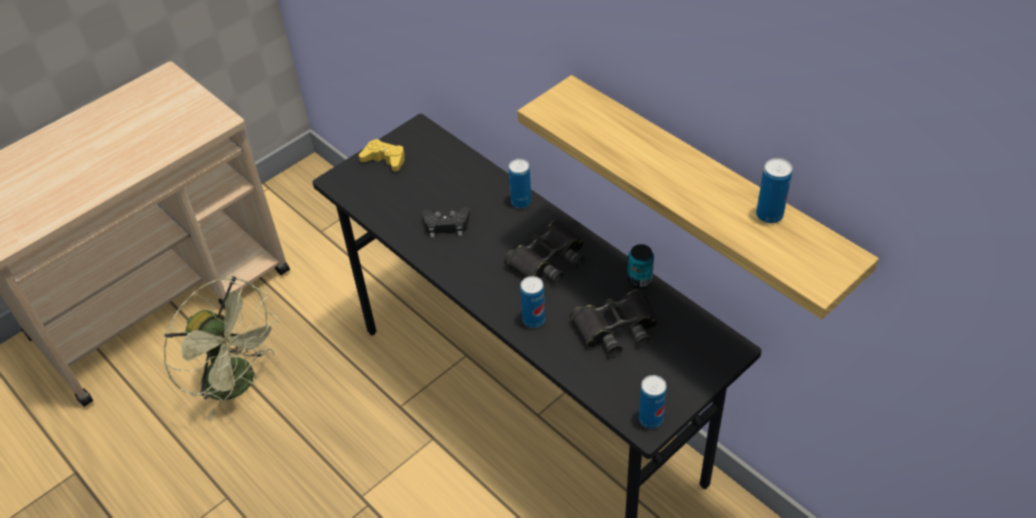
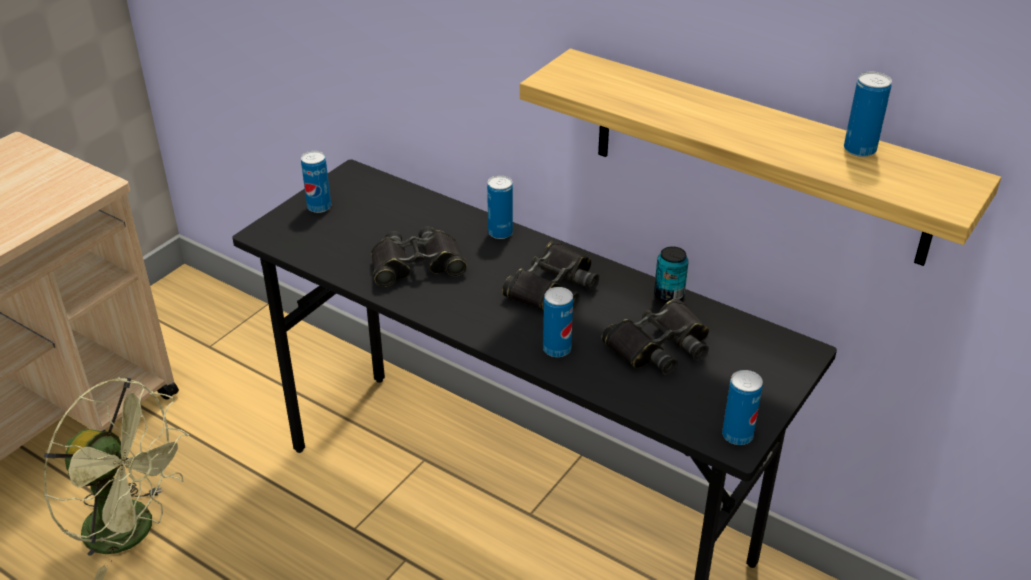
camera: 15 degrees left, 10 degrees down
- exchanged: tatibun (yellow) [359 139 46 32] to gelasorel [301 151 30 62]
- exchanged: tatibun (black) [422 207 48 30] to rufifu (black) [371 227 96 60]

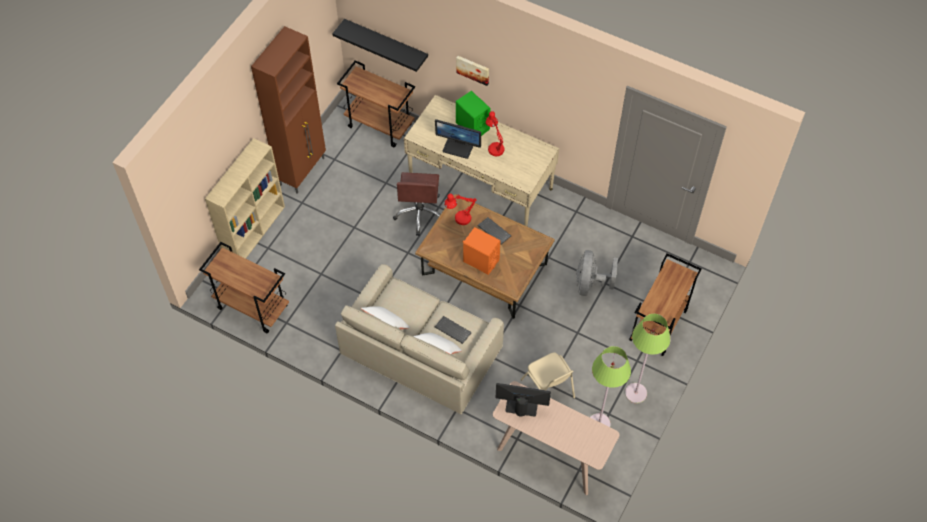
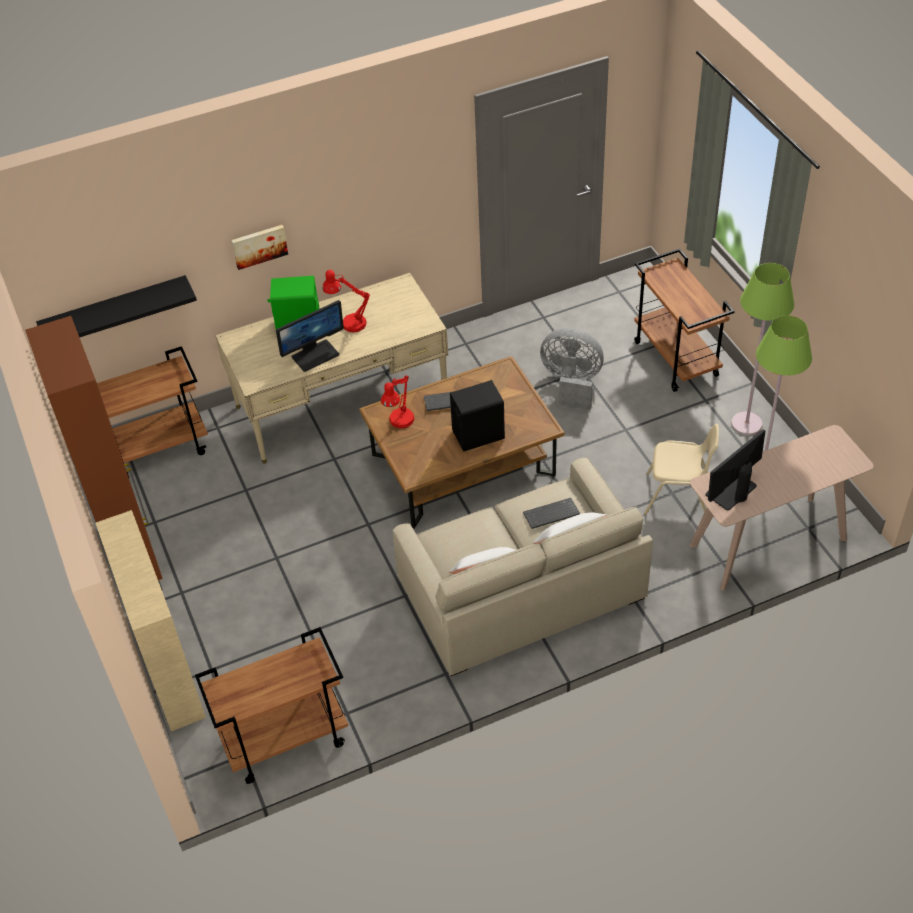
camera: 50 degrees left, 10 degrees down
- missing: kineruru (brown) [393 172 48 64]
- colour: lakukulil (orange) [463 227 38 48] to lakukulil (black) [450 380 55 72]
- spun: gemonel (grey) [576 250 42 46] = [540 328 64 82] 150 degrees clockwise

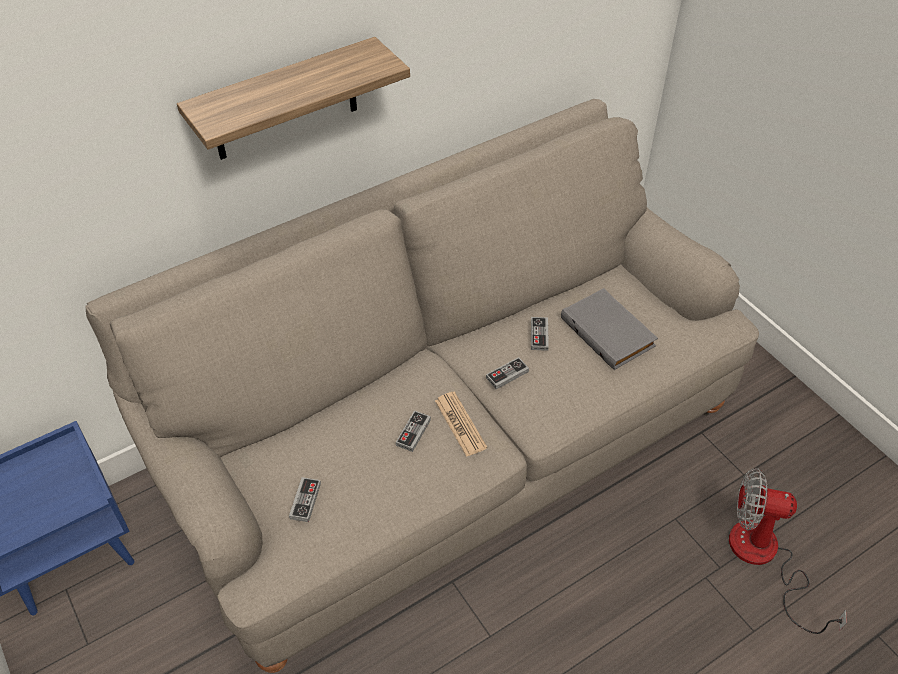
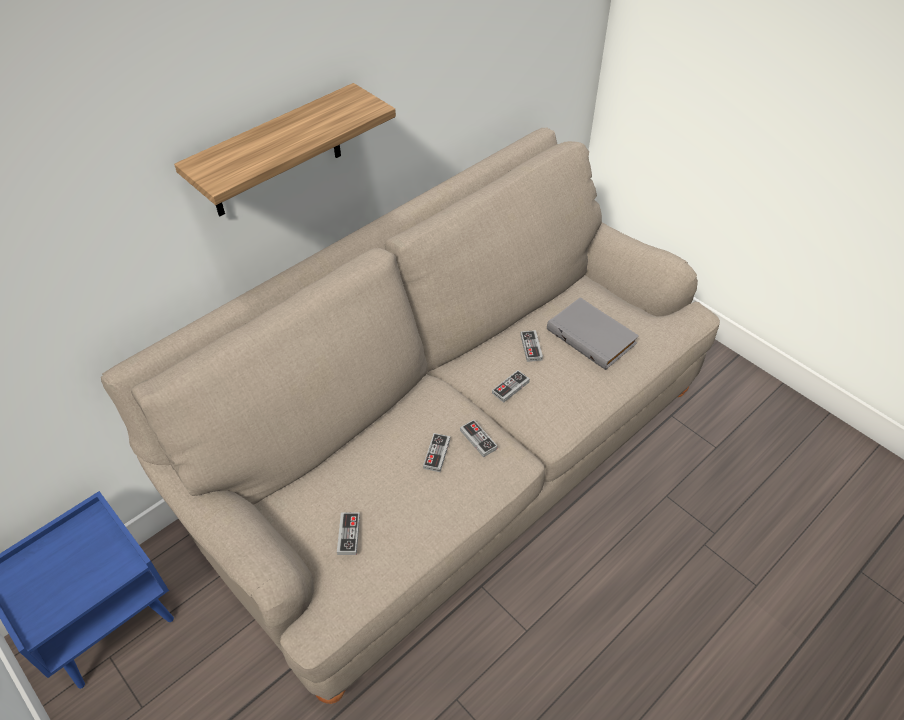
camera: 10 degrees left, 0 degrees up
- exchanged: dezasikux [435 392 52 65] to tatibun [460 420 38 38]
- missing: gemonel [729 468 118 166]

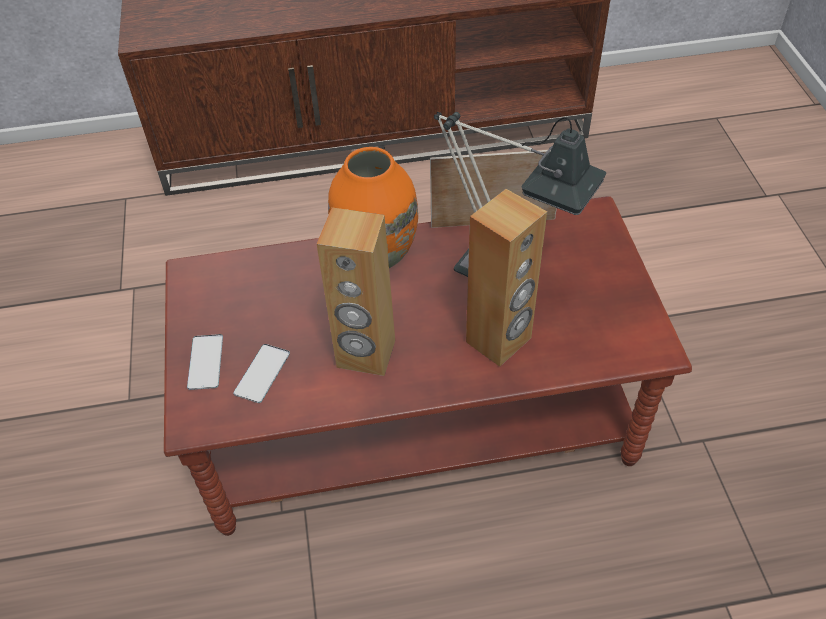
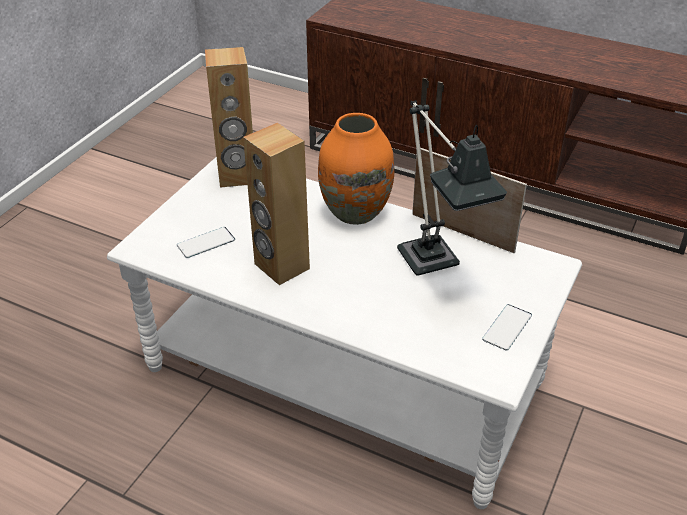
camera: 35 degrees right, 10 degrees down
- colour: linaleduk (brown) [164 196 528 340] to linaleduk (white) [107 157 475 352]
- relocated: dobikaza [187 334 36 56] to [482 304 50 47]
- relocated: lakukulil (brown) [466 189 81 178] to [205 47 48 141]

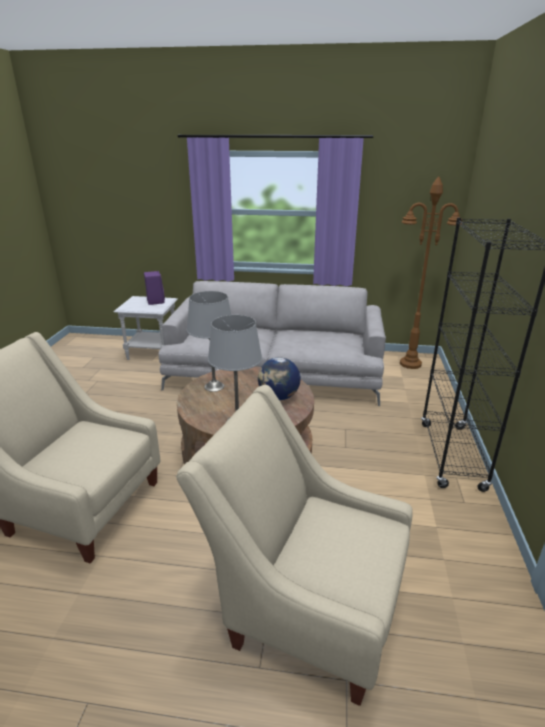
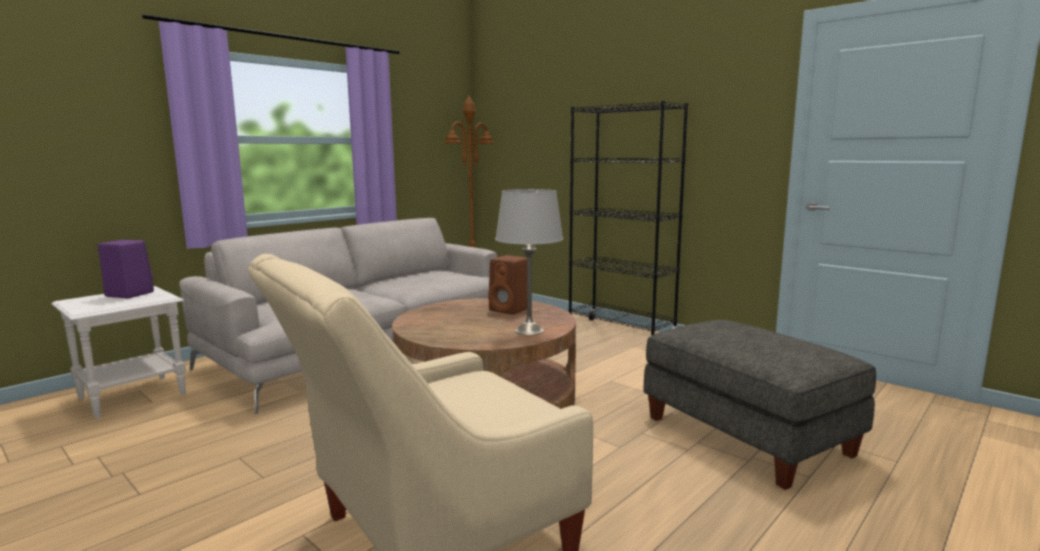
camera: 55 degrees left, 15 degrees down
- exchanged: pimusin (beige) [176 385 237 321] to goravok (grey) [643 320 233 170]
- missing: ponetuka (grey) [187 291 45 101]
- exchanged: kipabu [258 357 43 43] to lakukulil (brown) [488 255 39 60]

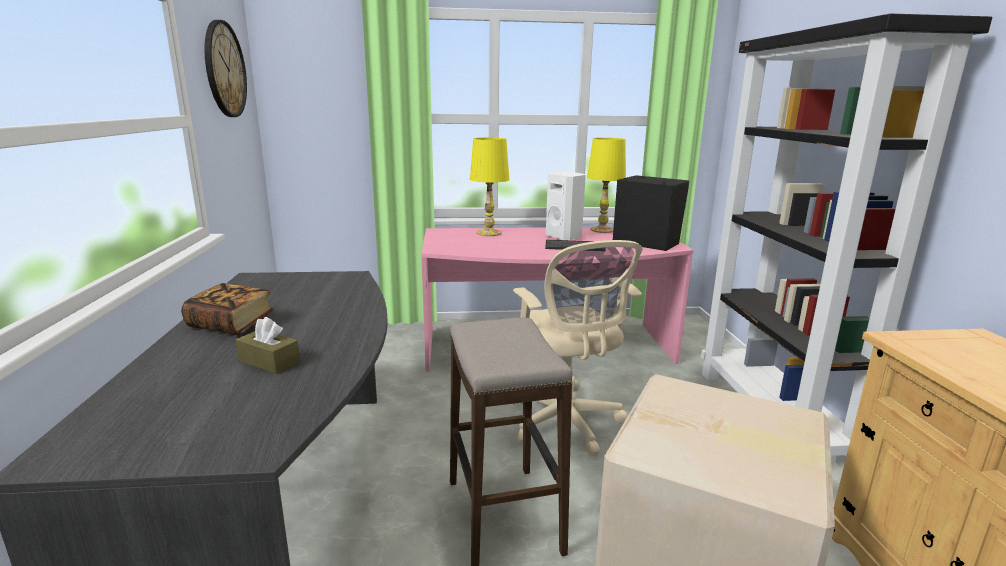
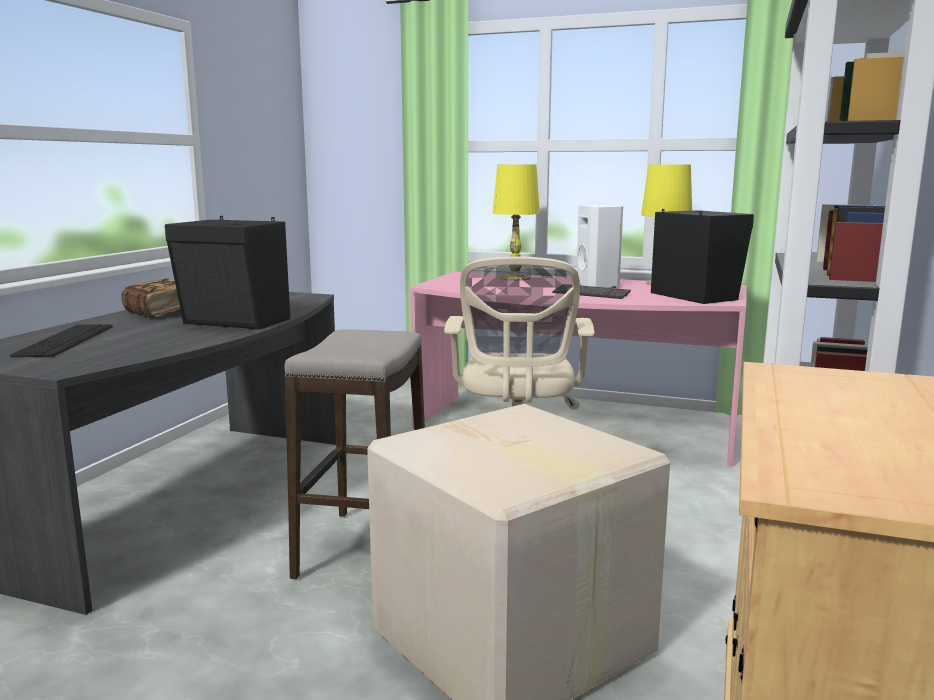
camera: 25 degrees right, 5 degrees down
- missing: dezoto [205 20 42 97]
- missing: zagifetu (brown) [236 317 64 57]
- appeared: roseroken [10 324 103 33]
- appeared: lakukulil (black) [165 216 125 113]

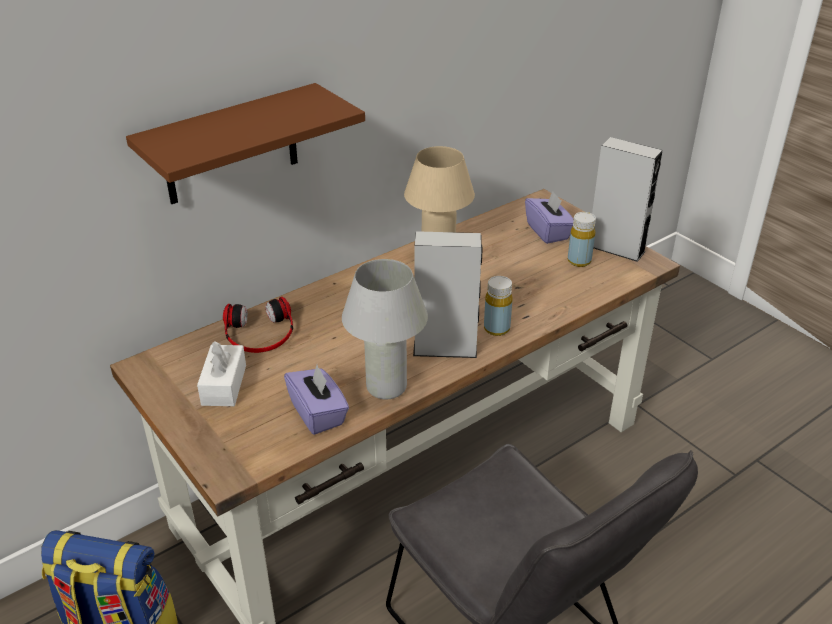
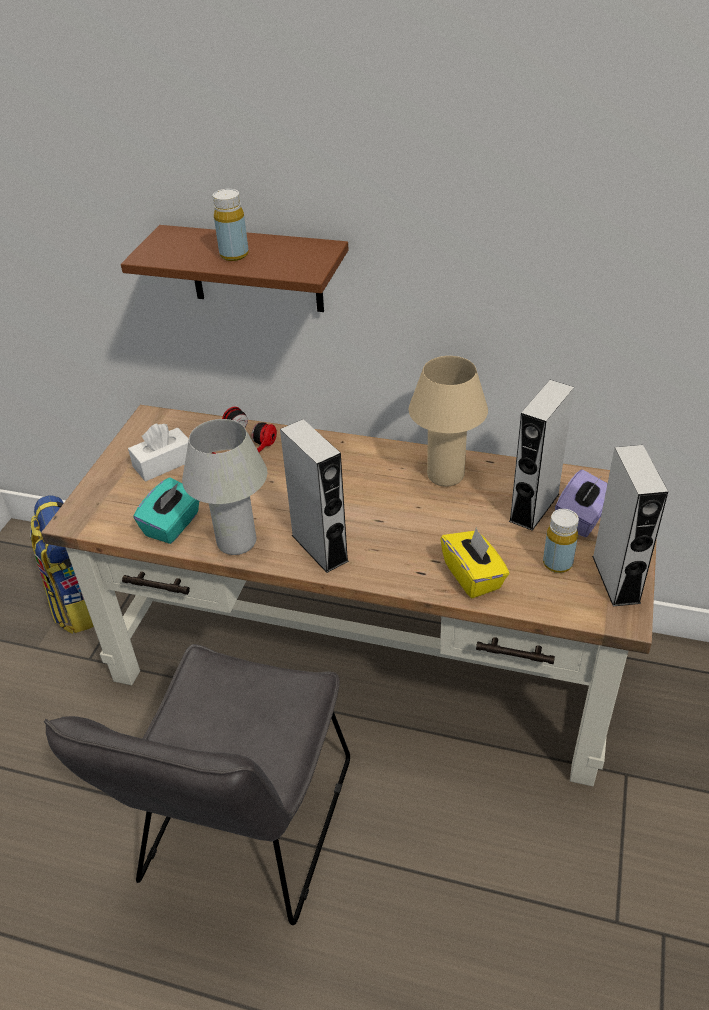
camera: 55 degrees right, 5 degrees up
- colour: zagifetu (purple) [284 365 65 70] to zagifetu (turquoise) [133 477 66 67]
- relocated: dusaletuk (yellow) [484 276 29 60] to [213 189 36 72]
- appeared: zagifetu (yellow) [441 527 68 72]
- appeared: lakukulil (grey) [509 380 65 151]

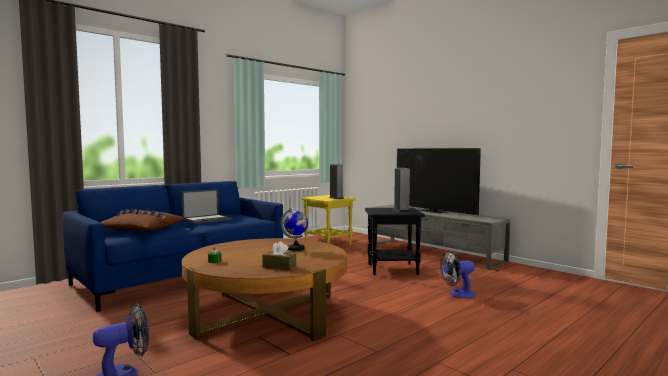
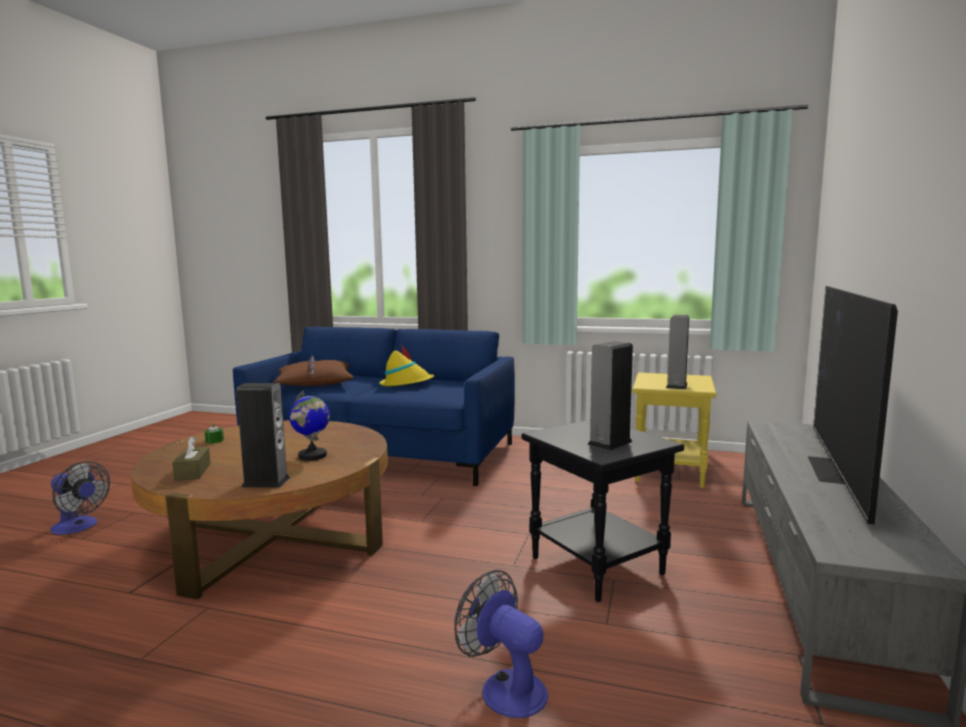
camera: 60 degrees right, 5 degrees up
- exchanged: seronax [182 189 50 35] to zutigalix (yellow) [379 345 55 42]
- appeared: lakukulil [236 383 54 104]

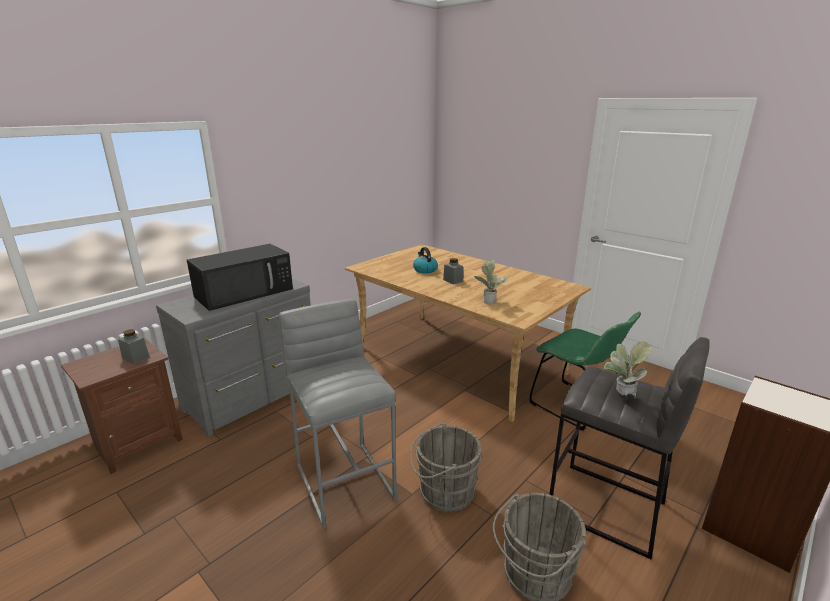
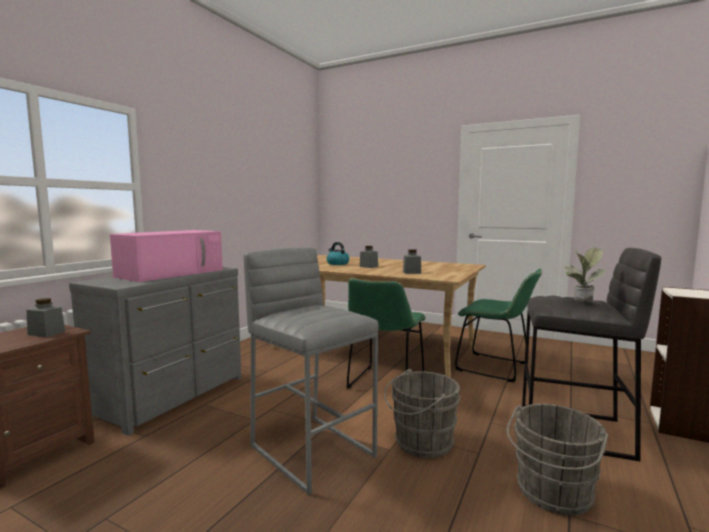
camera: 15 degrees left, 15 degrees down
- colour: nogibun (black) [187 244 106 67] to nogibun (pink) [110 230 113 52]
- exchanged: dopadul [474 260 35 44] to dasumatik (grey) [403 249 18 25]
- appeared: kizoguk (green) [347 278 79 110]

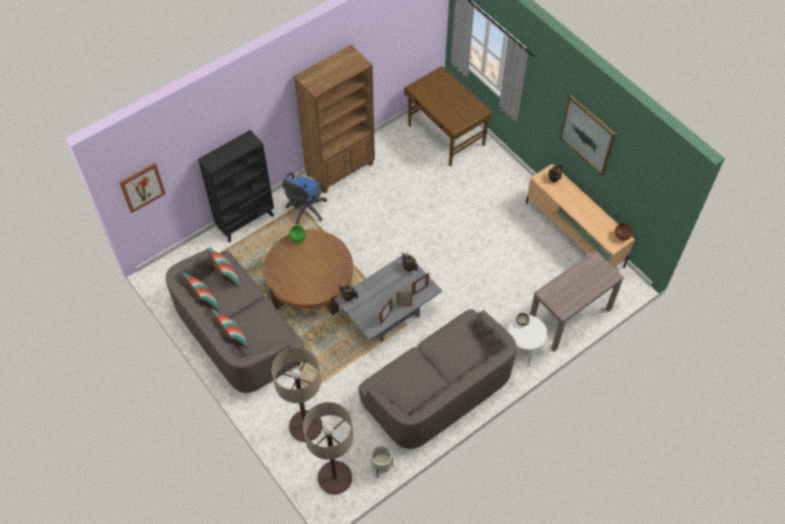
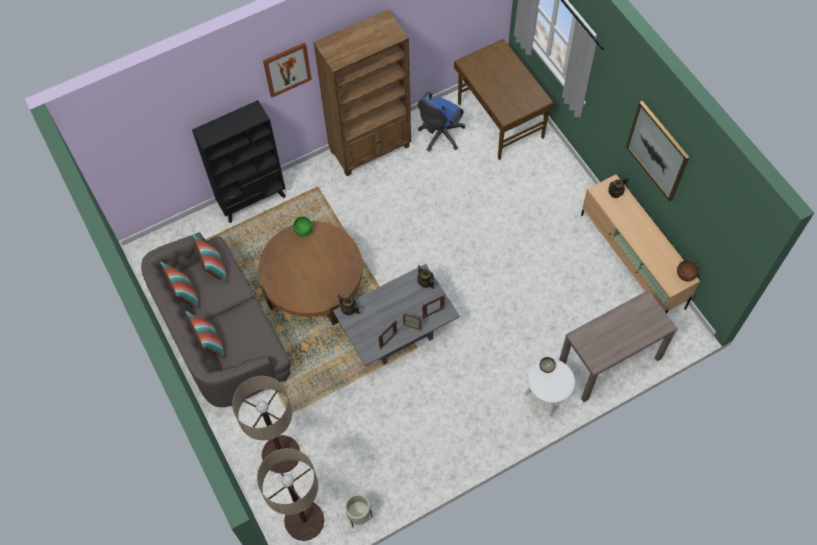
camera: 10 degrees right, 5 degrees up
- relocated: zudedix [119 163 47 50] to [263 42 49 55]
- relocated: kineruru (blue) [282 173 45 52] to [418 92 47 59]
- missing: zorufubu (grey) [358 309 158 140]

